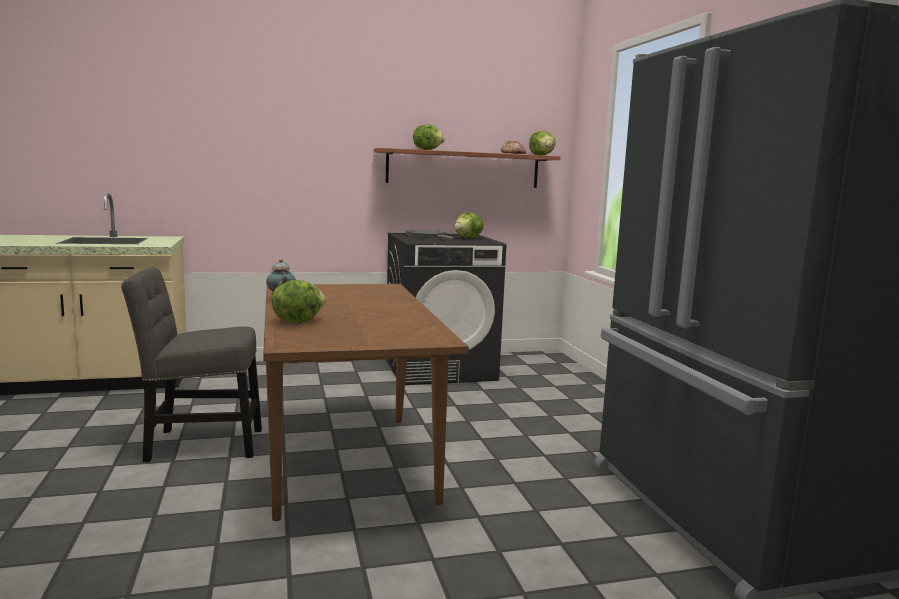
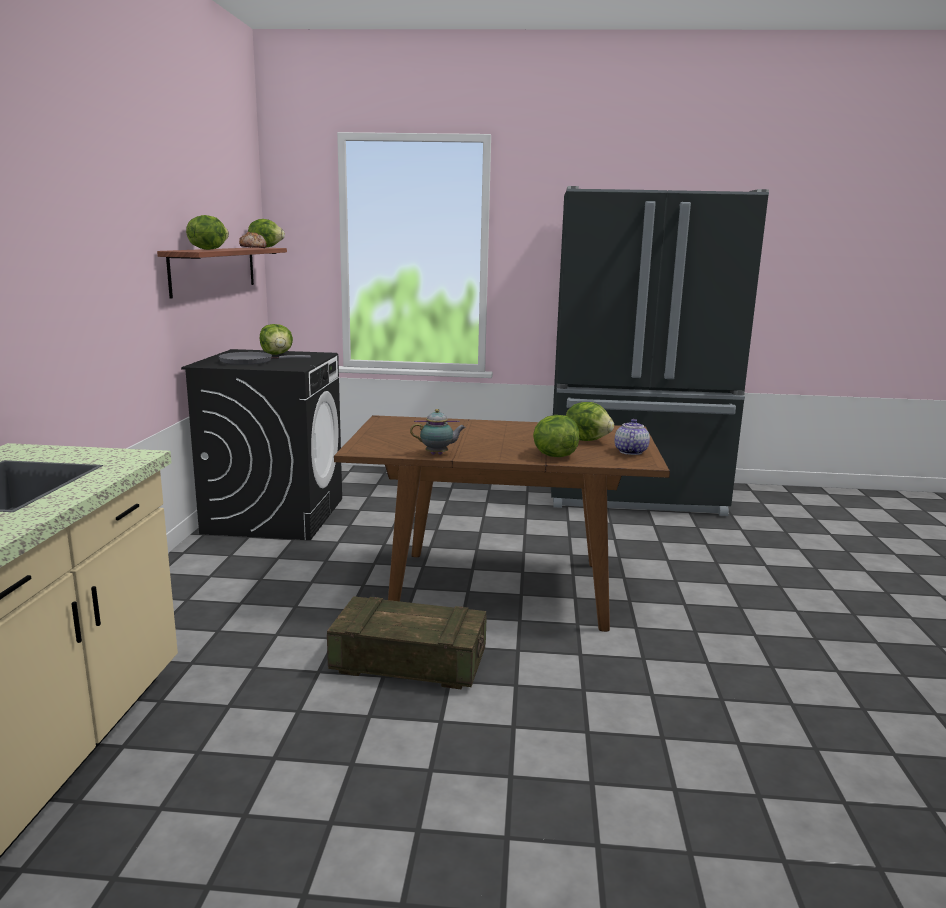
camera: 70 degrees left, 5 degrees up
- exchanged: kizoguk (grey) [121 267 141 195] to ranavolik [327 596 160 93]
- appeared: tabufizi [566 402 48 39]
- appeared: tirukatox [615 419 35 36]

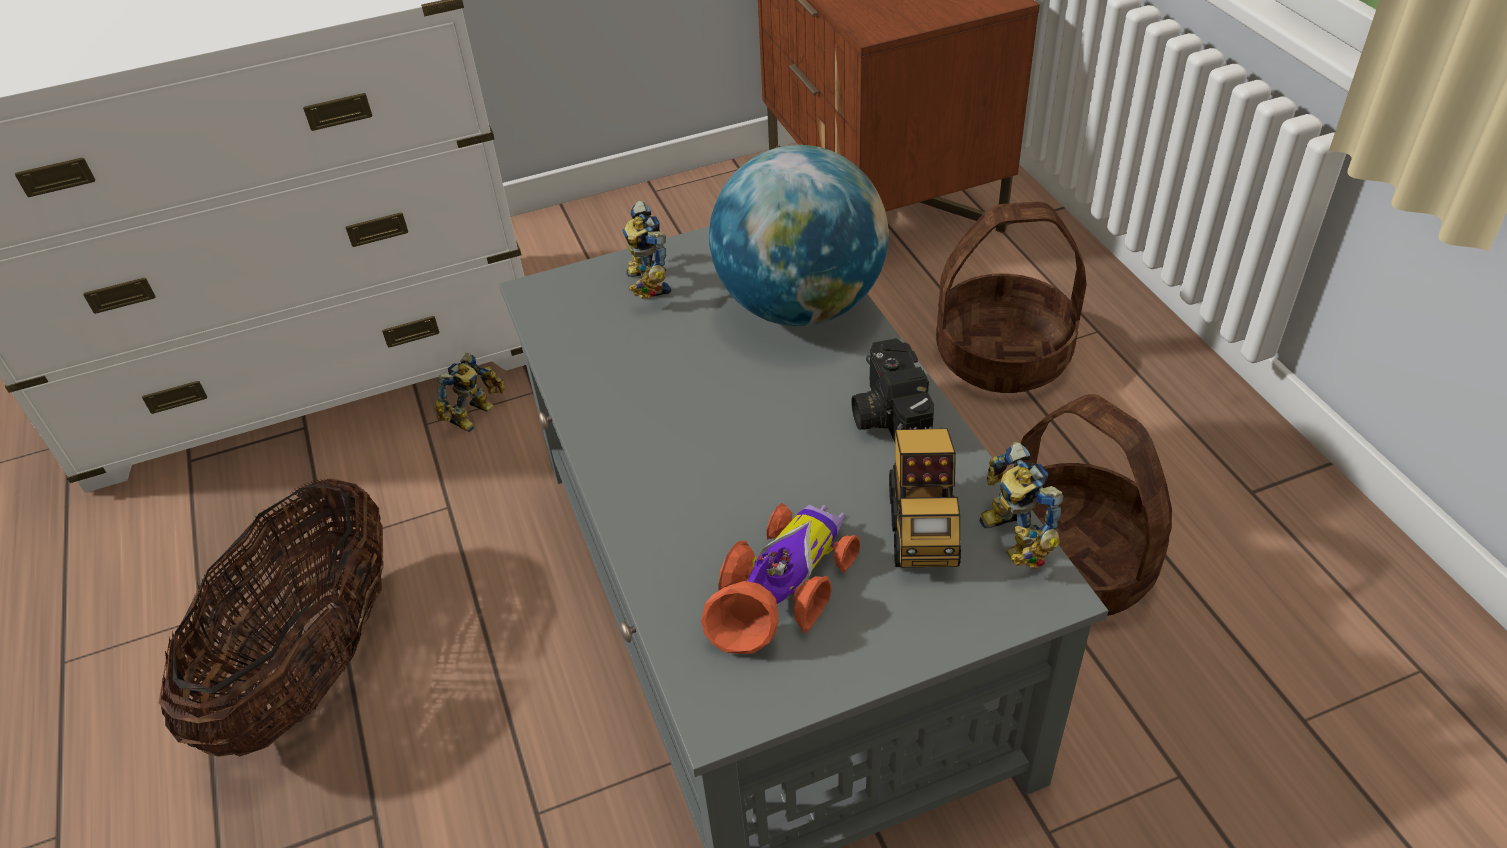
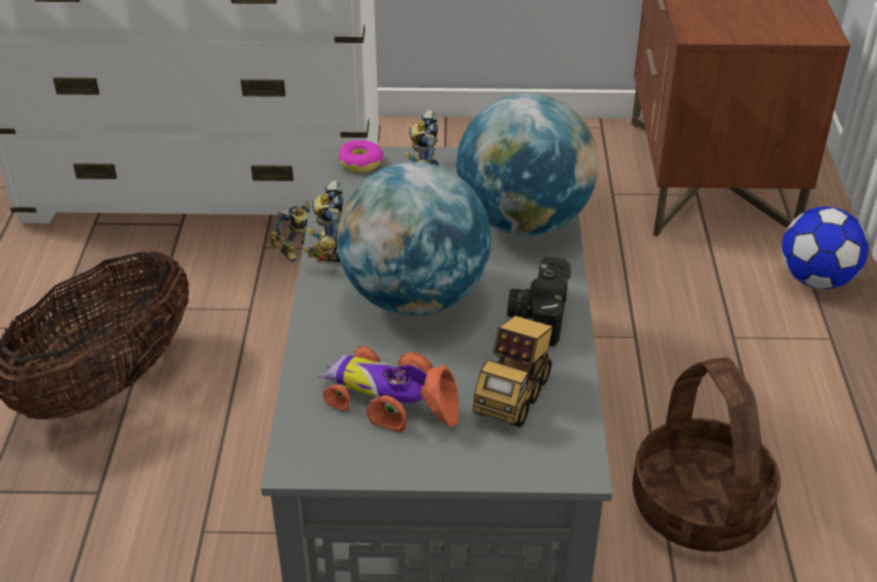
camera: 20 degrees right, 5 degrees down
- spun: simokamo [701 503 159 151] = [319 346 140 86] 120 degrees counterclockwise
- missing: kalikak [936 202 151 191]
- relocated: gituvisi [979 442 85 127] to [304 180 39 82]
- appeared: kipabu [337 162 154 154]
- appeared: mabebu [339 140 44 32]
- appeared: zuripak [782 207 87 82]

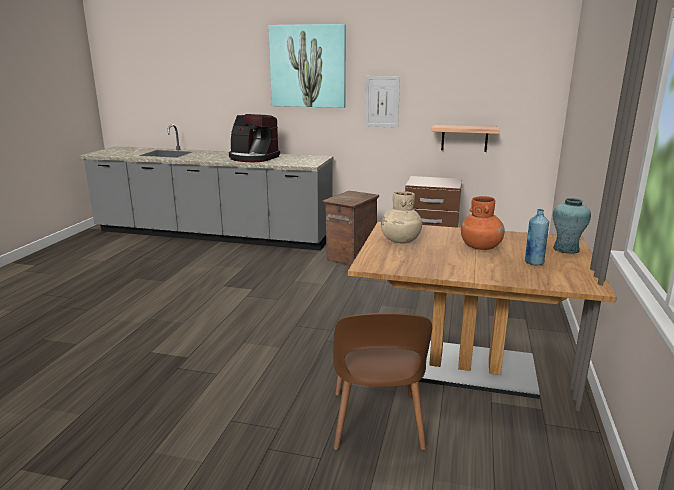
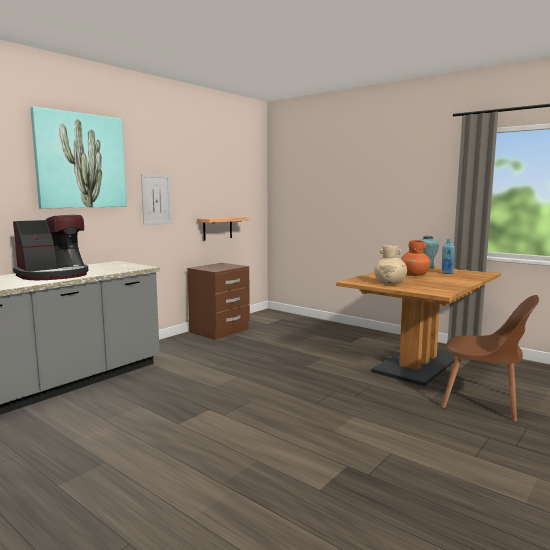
camera: 65 degrees left, 10 degrees down
- missing: ranavolik [322 191 57 75]

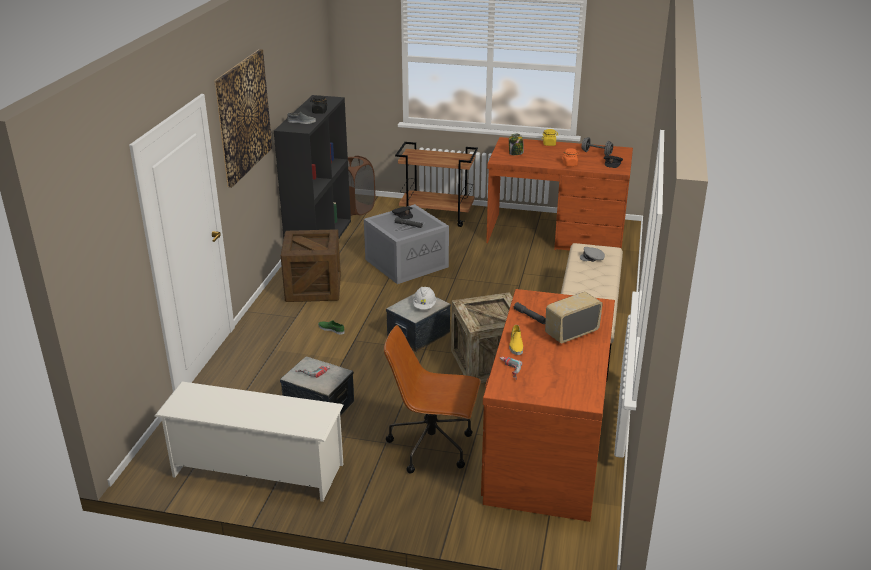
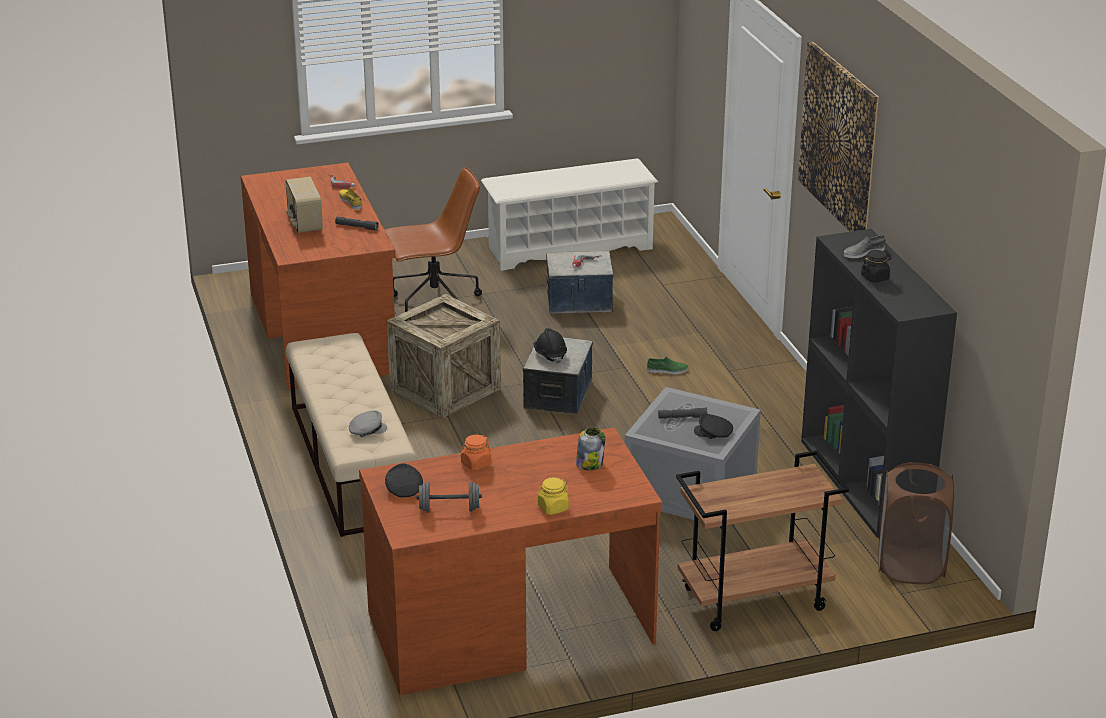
camera: 150 degrees right, 0 degrees up
- missing: ranavolik [281 229 60 73]
- colour: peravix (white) [413 287 23 22] to peravix (black) [533 328 34 36]
- spun: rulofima [545 292 58 51] = [286 177 37 56] 135 degrees clockwise

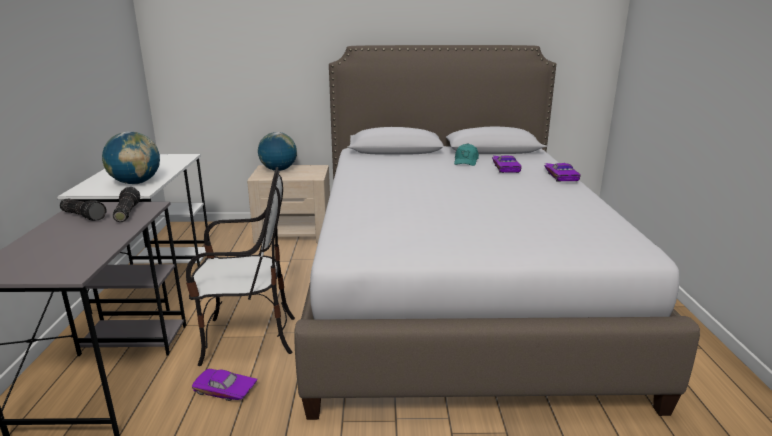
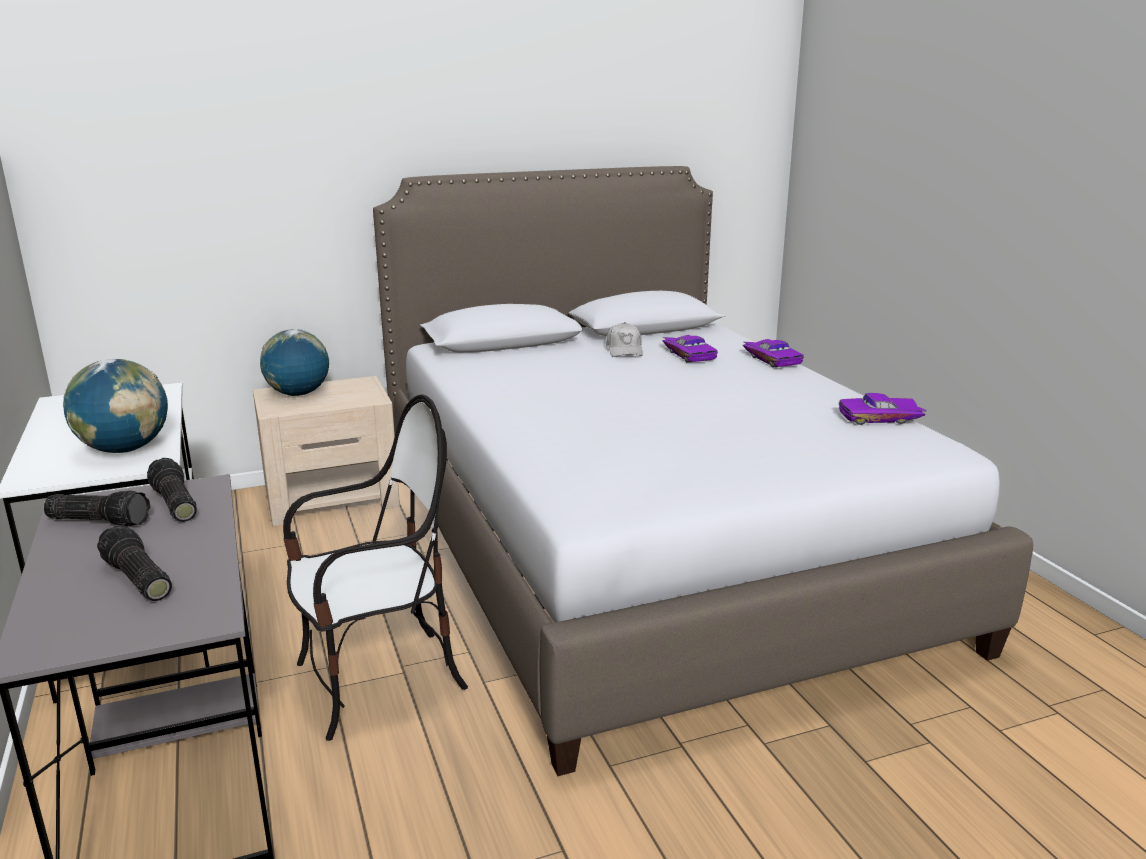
camera: 20 degrees left, 0 degrees up
- relocated: simokamo (purple) [192 369 65 32] to [839 393 88 32]
- colour: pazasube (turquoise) [454 143 25 23] to pazasube (white) [606 322 37 35]
- appeared: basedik [97 525 75 76]

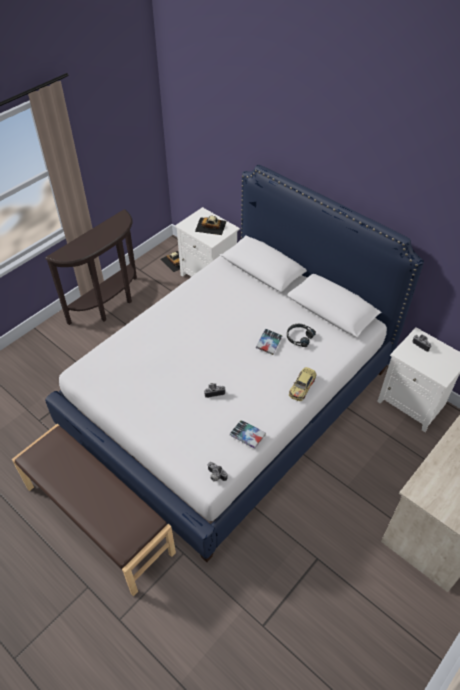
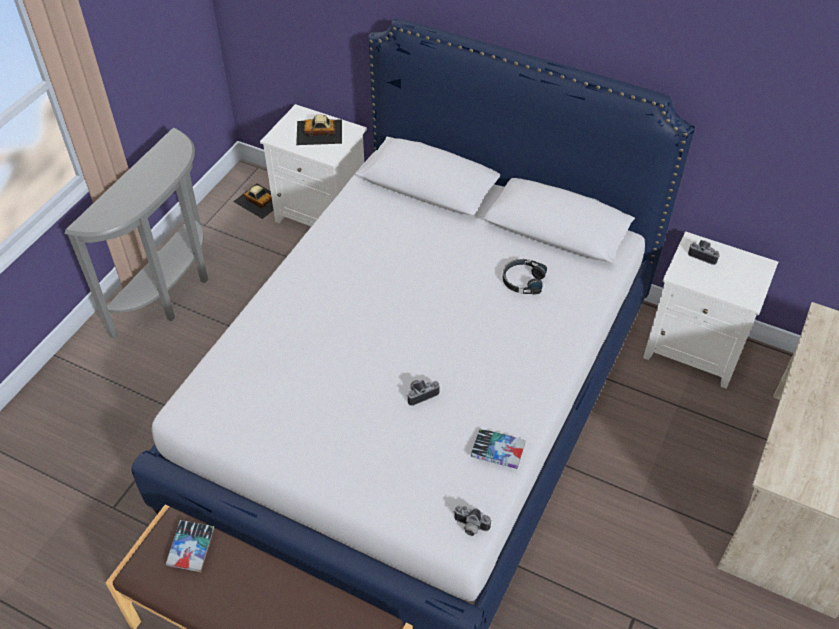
camera: 15 degrees left, 0 degrees up
- colour: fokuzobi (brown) [45 209 92 116] to fokuzobi (grey) [64 128 144 211]
- relocated: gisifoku [256 328 27 27] to [166 520 48 52]
- missing: simokamo [289 367 28 34]

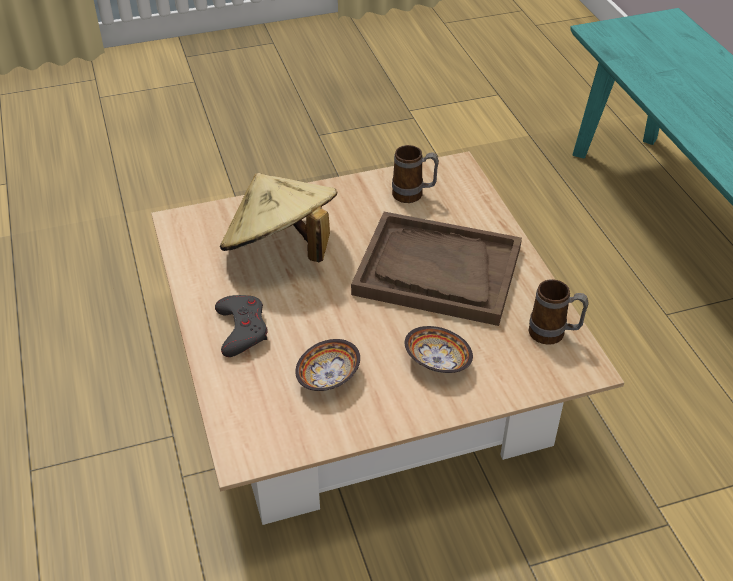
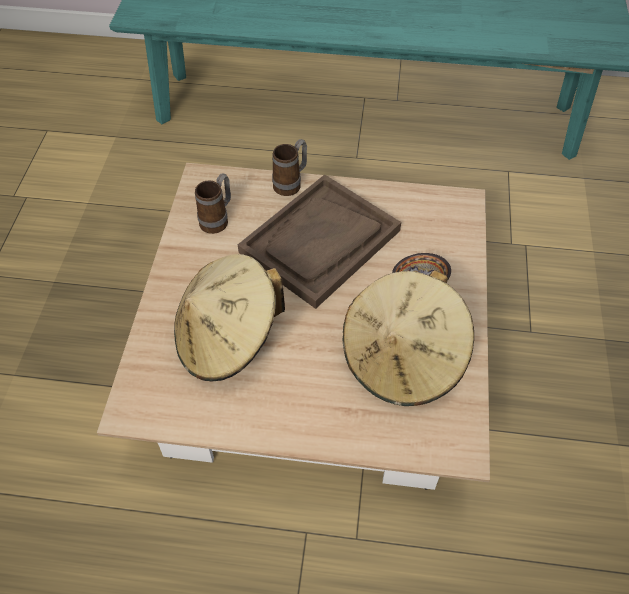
camera: 65 degrees left, 10 degrees up
- missing: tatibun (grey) [215 295 52 62]
- exchanged: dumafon [295 339 65 52] to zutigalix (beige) [343 270 131 136]
- relocated: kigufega [529 279 60 66] to [272 139 35 57]

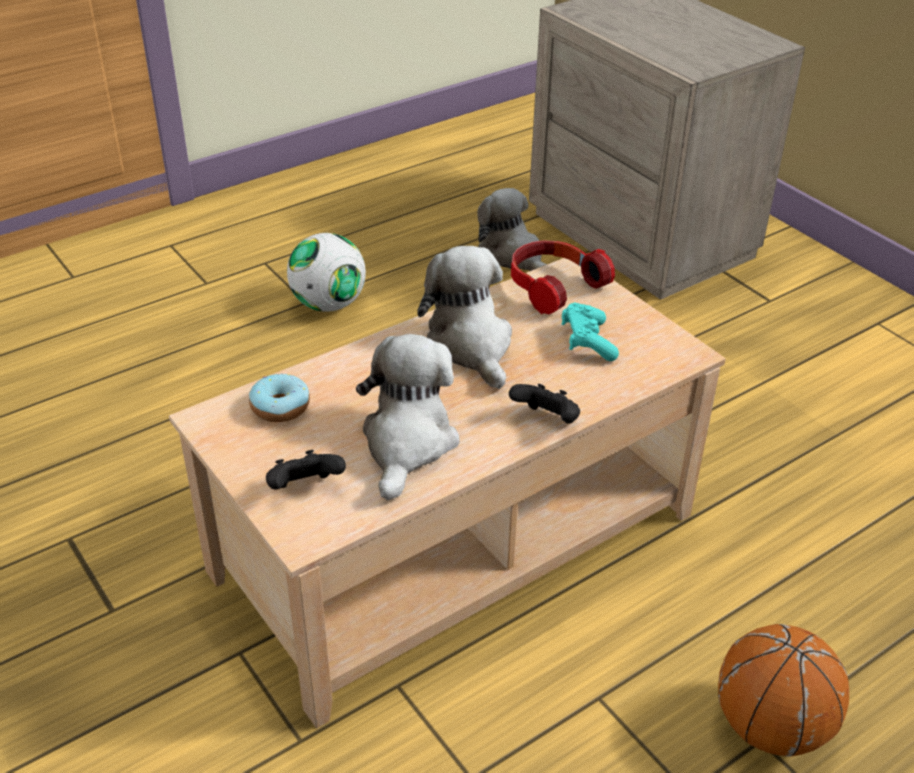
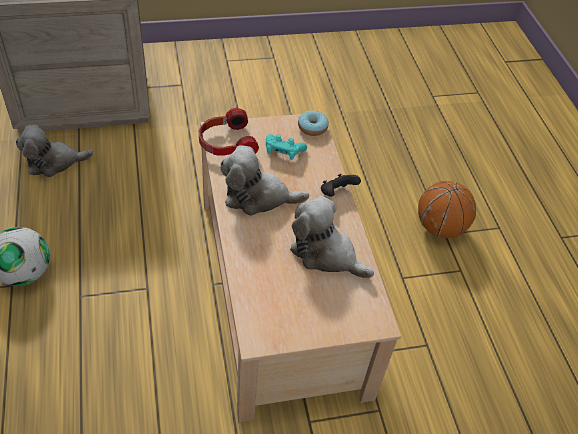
camera: 70 degrees left, 10 degrees up
- relocated: mabebu [249 373 61 49] to [298 111 31 25]
- missing: tatibun (black) [266 450 80 40]

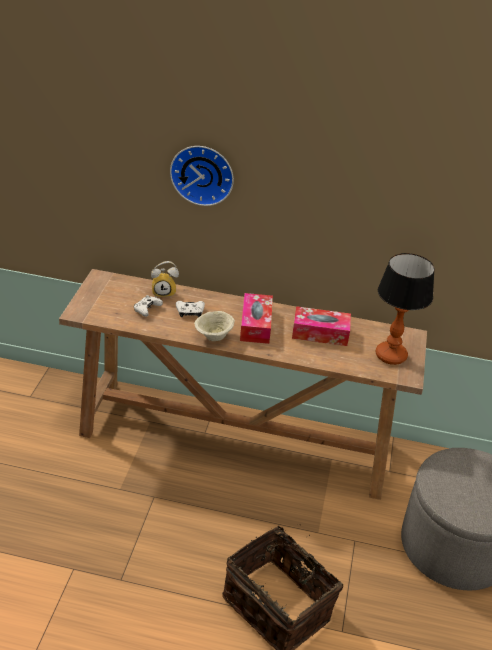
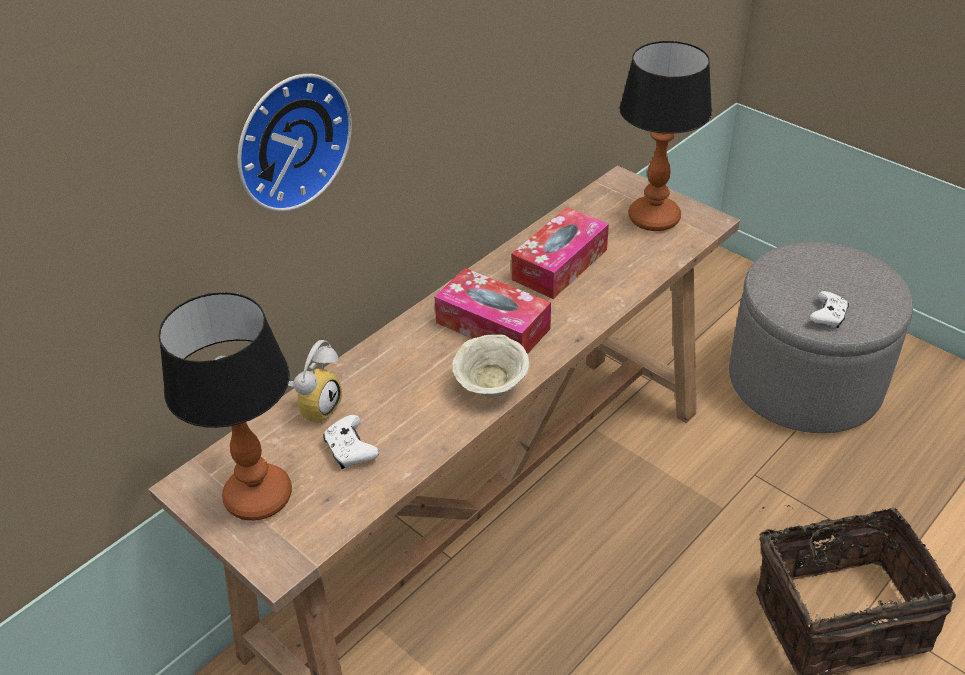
camera: 55 degrees left, 5 degrees up
- relocated: tatibun (white) [176 301 29 16] to [809 291 40 37]
- appeared: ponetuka [158 292 134 229]

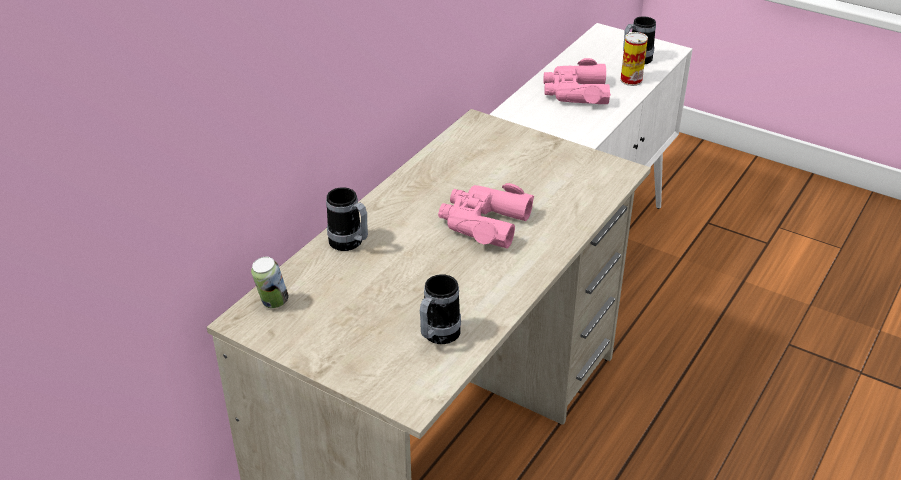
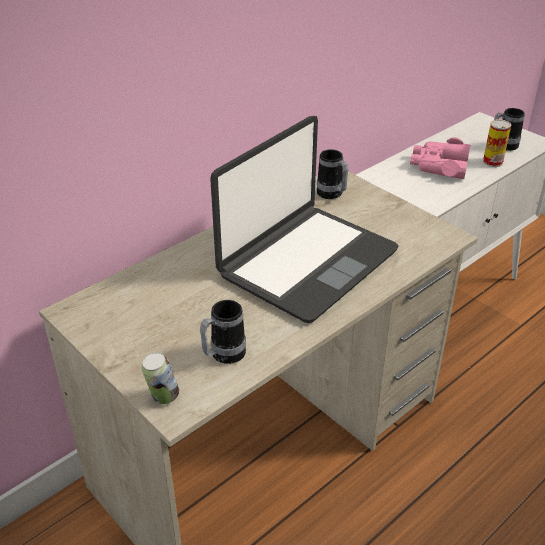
camera: 15 degrees right, 0 degrees up
- relocated: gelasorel [251 257 38 51] to [142 353 37 51]
- relocated: kigufega [326 187 42 64] to [317 149 32 50]
- exchanged: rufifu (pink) [438 183 96 66] to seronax [210 116 189 207]

